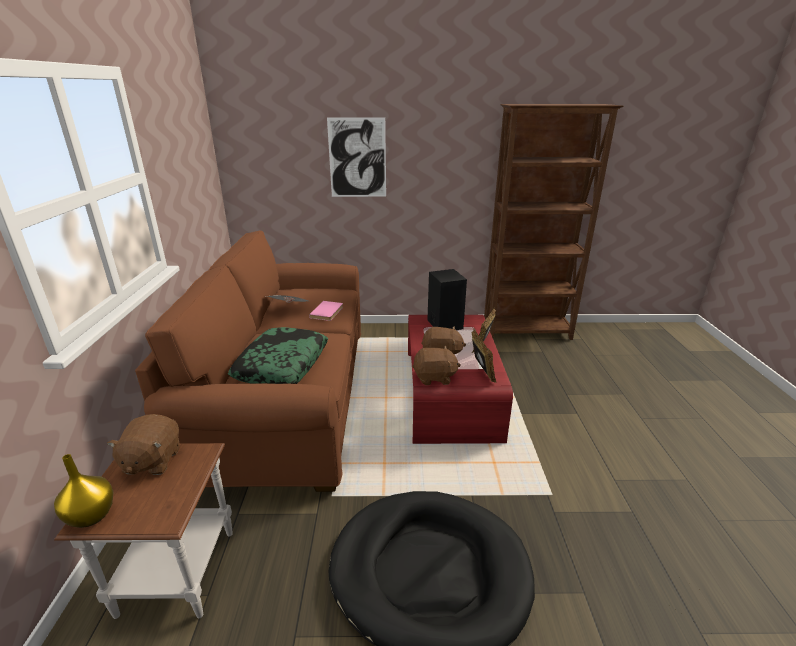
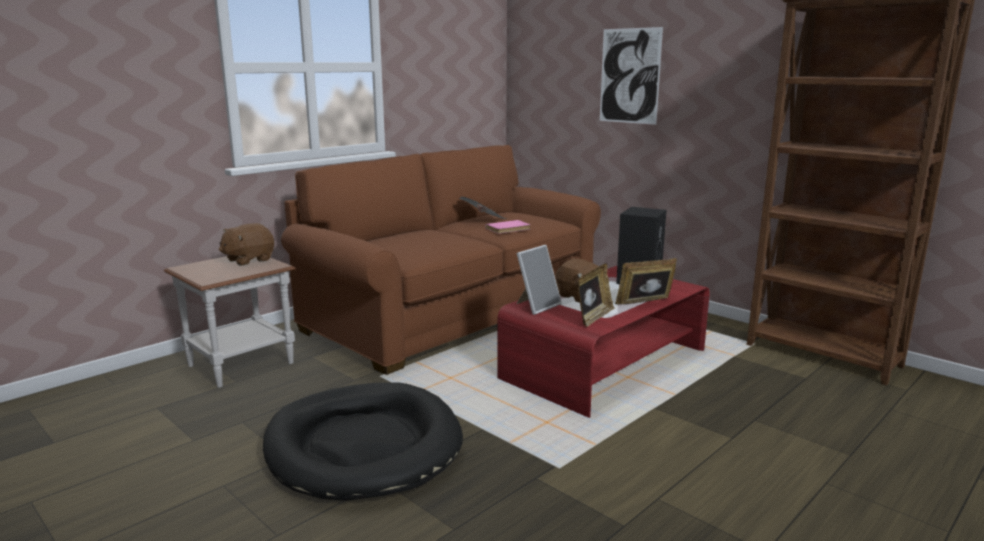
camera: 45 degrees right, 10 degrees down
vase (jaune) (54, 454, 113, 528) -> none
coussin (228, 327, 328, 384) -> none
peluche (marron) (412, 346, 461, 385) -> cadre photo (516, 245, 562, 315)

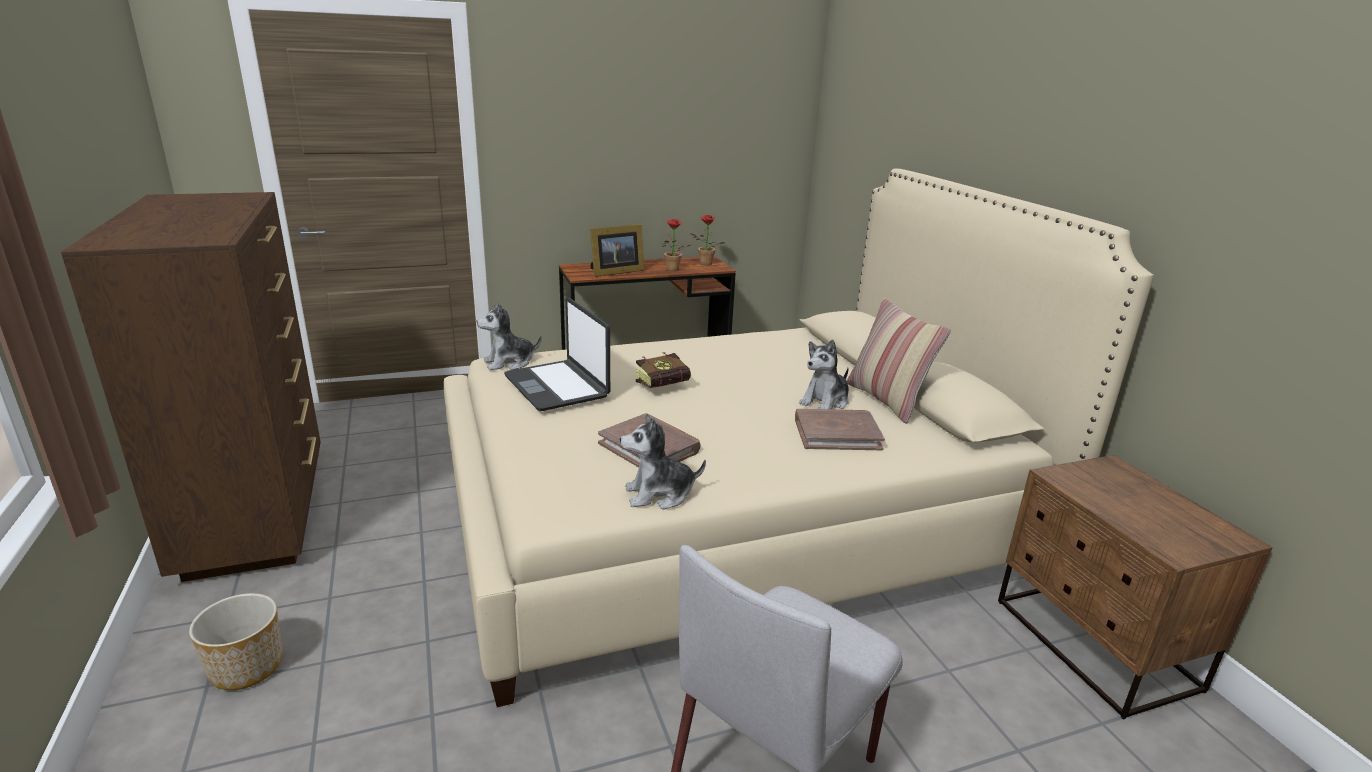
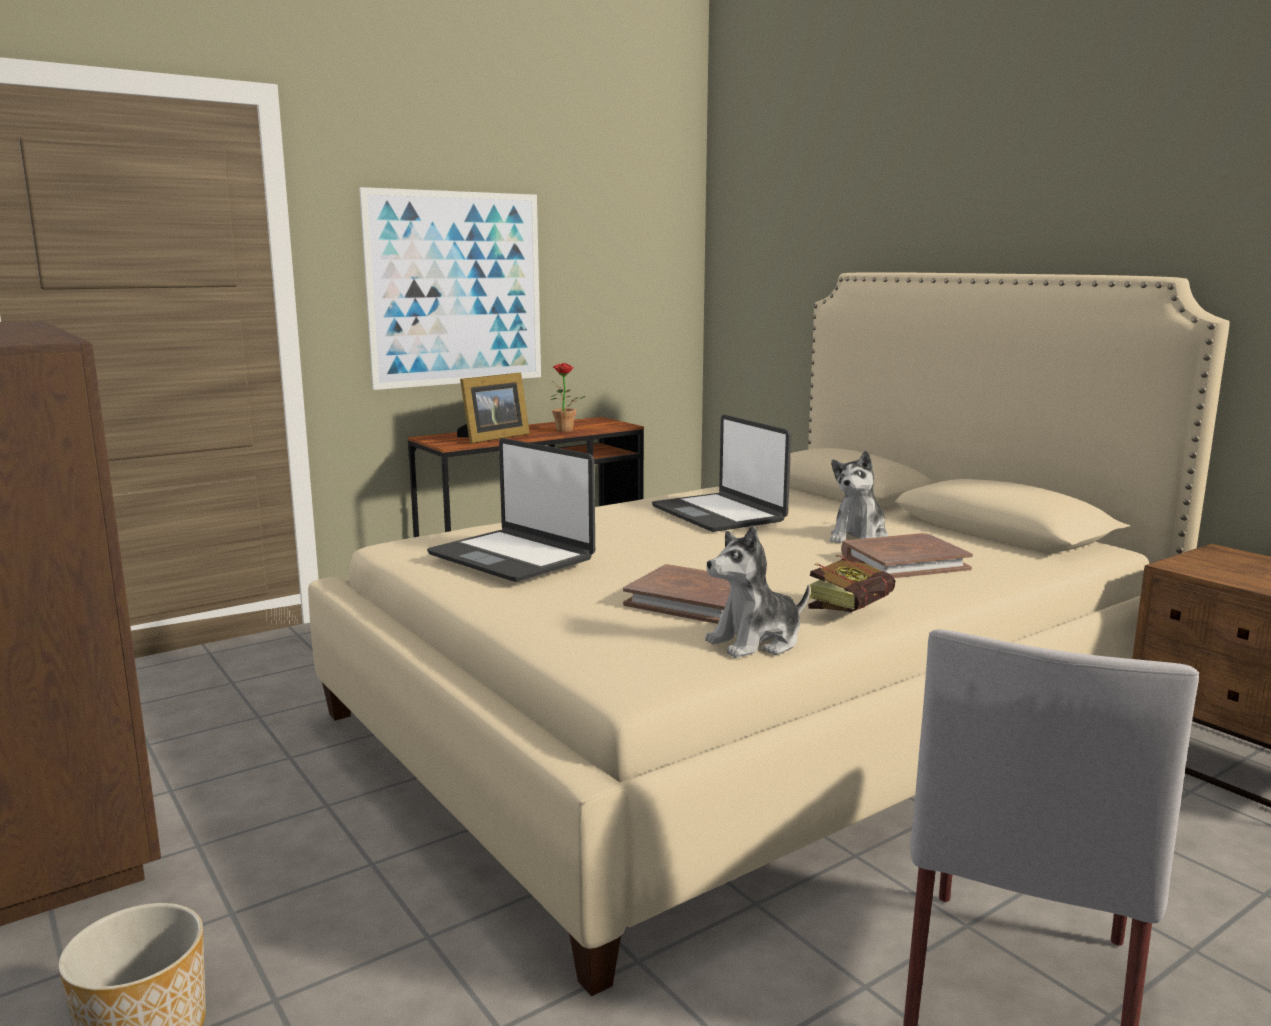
camera: 15 degrees left, 10 degrees down
peluche (477, 303, 542, 370) -> none
plante en pot (690, 215, 725, 266) -> none
coussin (846, 298, 951, 424) -> none
none -> tableau (359, 187, 541, 390)
none -> ordinateur portable (652, 415, 791, 532)
livre (636, 352, 691, 388) -> livre (808, 555, 895, 612), shifted

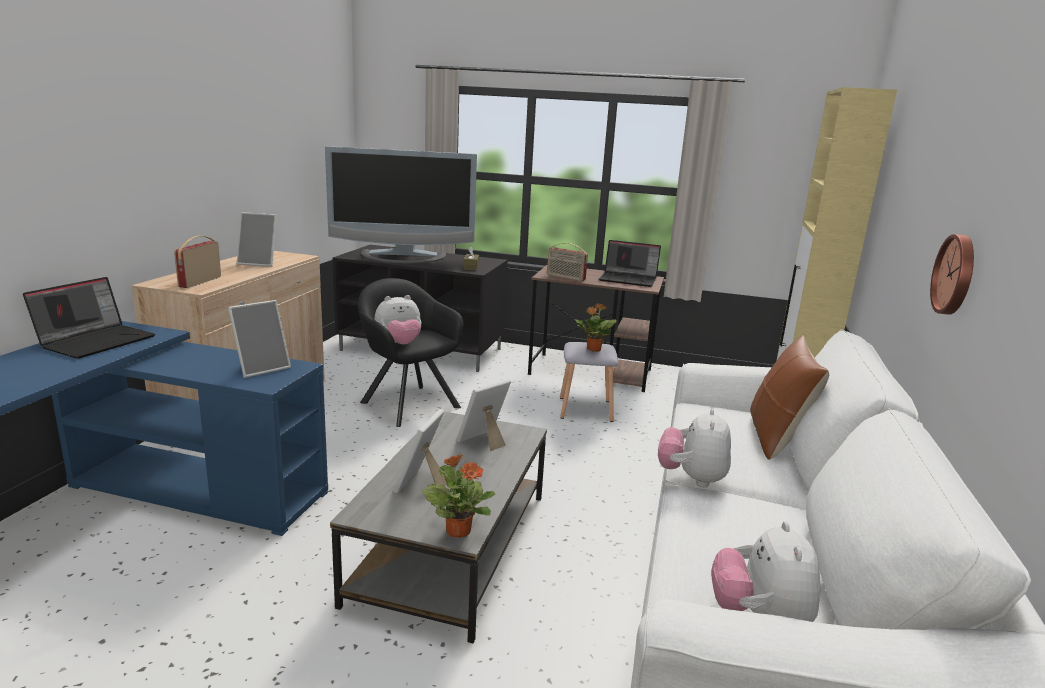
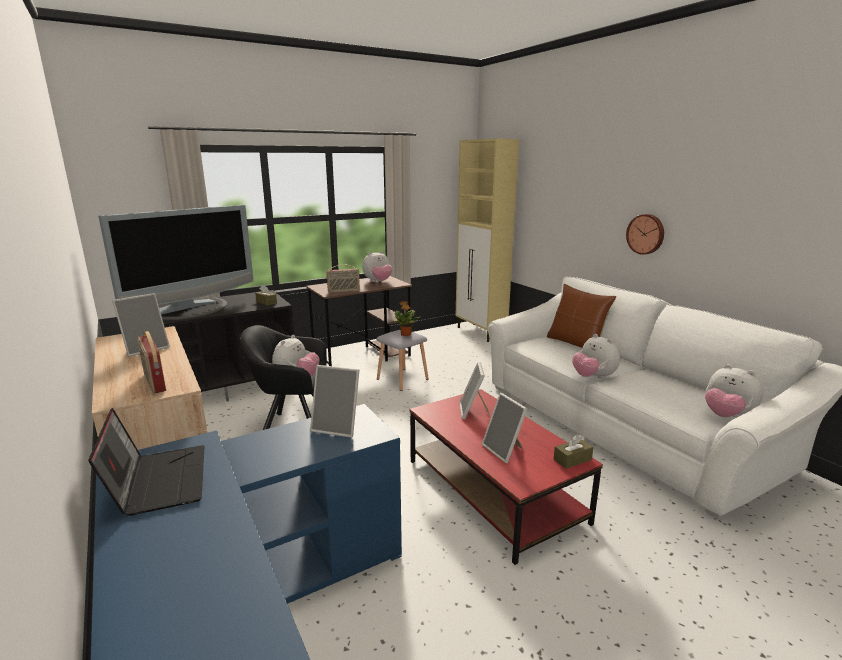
camera: 45 degrees left, 0 degrees up
plante en pot (422, 454, 495, 537) -> boîte à mouchoirs (marron) (553, 435, 593, 469)
ordinateur portable (599, 240, 661, 287) -> peluche (362, 251, 392, 282)
table basse (gris) (330, 412, 547, 643) -> table basse (rouge) (410, 389, 603, 565)
cadre photo (228, 300, 291, 378) -> cadre photo (310, 365, 359, 438), 105 degrees clockwise

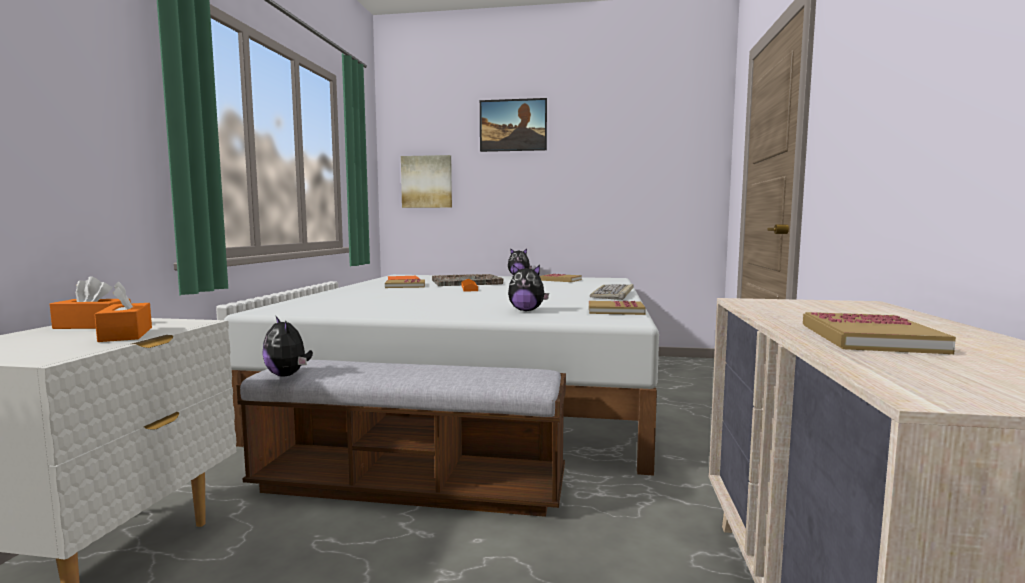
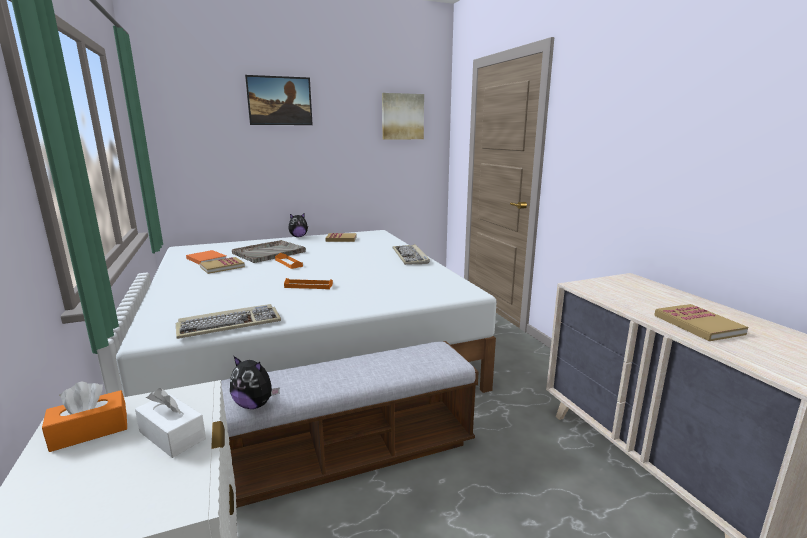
camera: 30 degrees left, 10 degrees up
peluche (508, 265, 549, 311) -> none
livre (589, 301, 646, 315) -> none
none -> clavier (176, 304, 281, 339)
none -> plateau (orange) (284, 278, 333, 289)
tableau (401, 155, 452, 208) -> tableau (382, 93, 424, 140), shifted
boîte à mouchoirs (orange) (94, 281, 152, 342) -> boîte à mouchoirs (blanc) (135, 388, 206, 458)

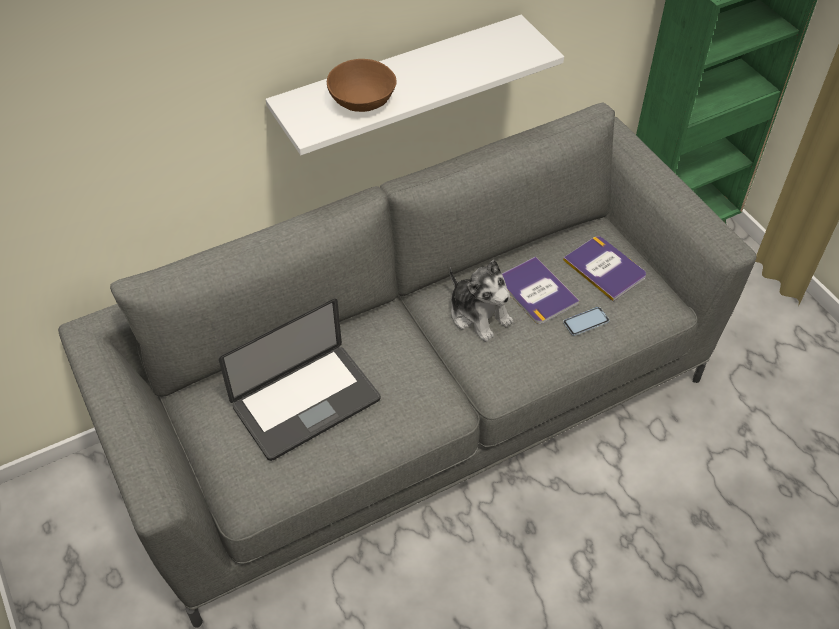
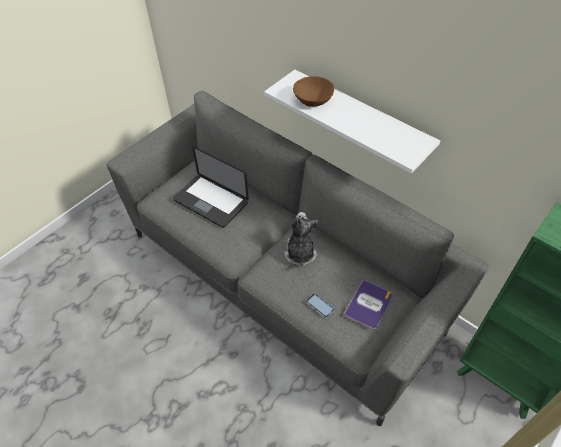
camera: 70 degrees right, 0 degrees up
livre (502, 256, 579, 324) -> none
peluche (449, 260, 513, 342) -> peluche (284, 212, 318, 267), 150 degrees clockwise

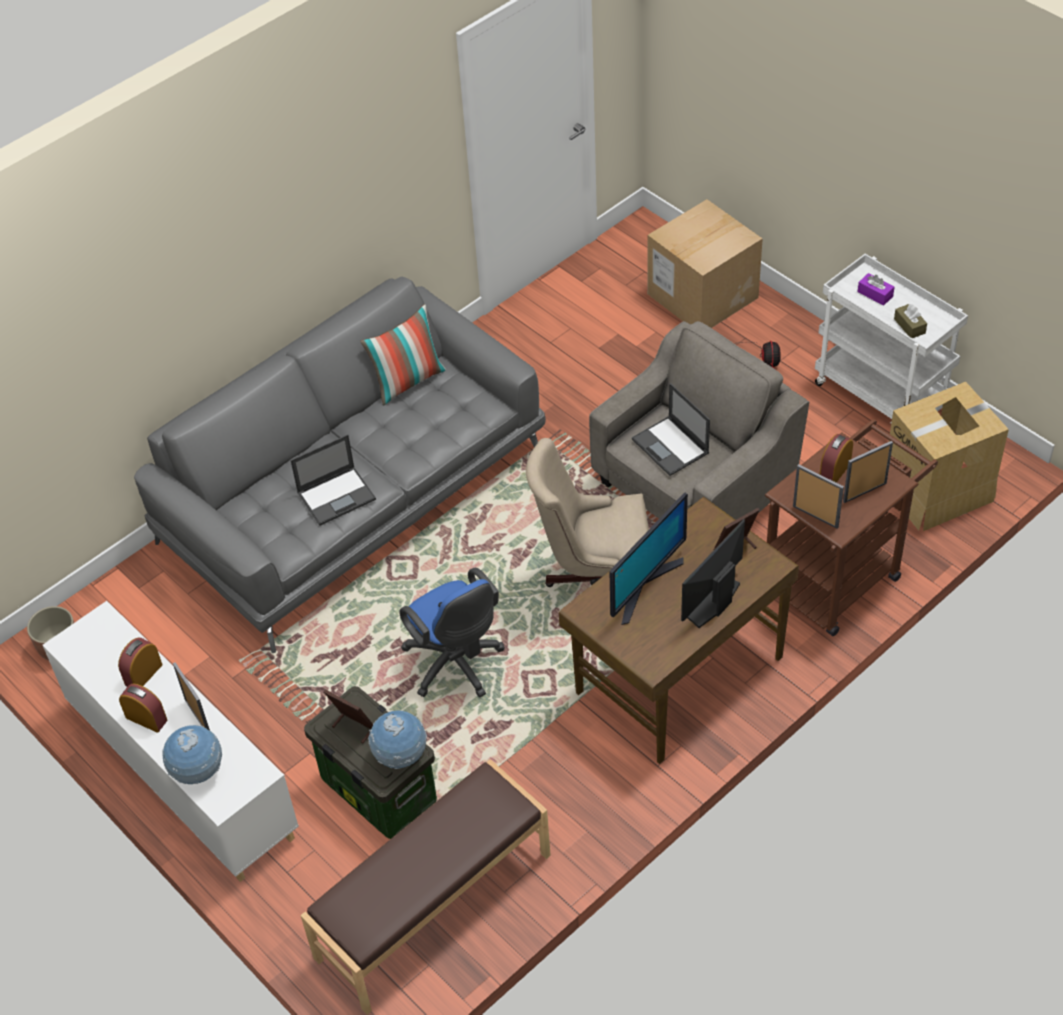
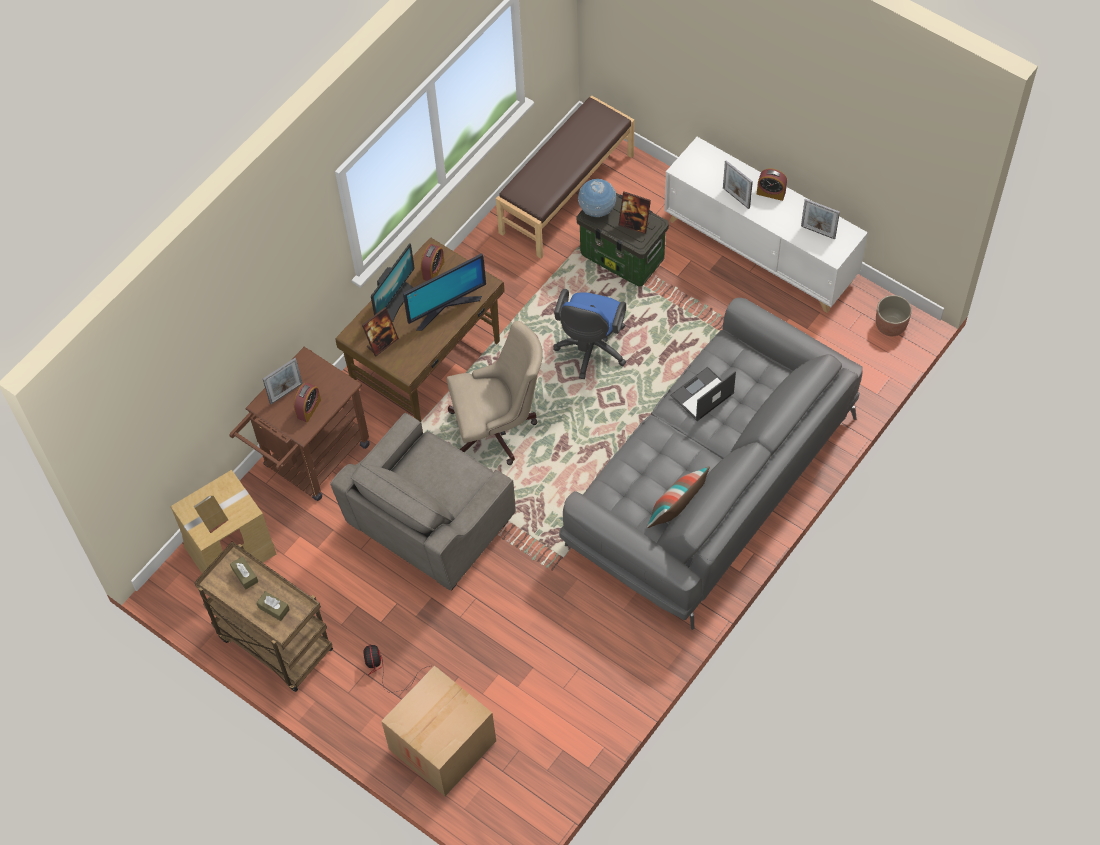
camera: 170 degrees right, 10 degrees up
globe (162, 725, 222, 784) -> none
ordinateur portable (632, 383, 710, 476) -> none
réveil (118, 638, 163, 687) -> réveil (421, 244, 445, 281), shifted
cadre photo (793, 464, 844, 529) -> cadre photo (801, 199, 840, 239), shifted
chariot (blanc) (815, 254, 968, 423) -> chariot (marron) (194, 541, 333, 692)
boîte à mouchoirs (violet) (858, 273, 895, 306) -> boîte à mouchoirs (marron) (256, 591, 290, 621)
chaise de bureau (bleu) (399, 568, 505, 698) -> chaise de bureau (bleu) (553, 289, 626, 379), 120 degrees counterclockwise
écran d'ordinateur (610, 492, 688, 625) -> écran d'ordinateur (403, 253, 486, 331), 150 degrees counterclockwise

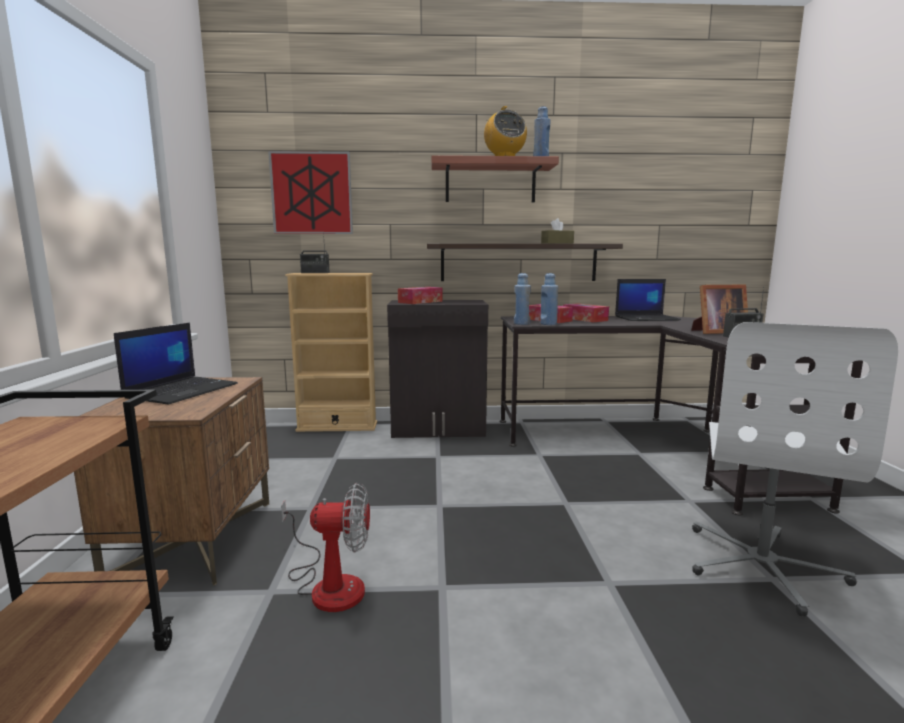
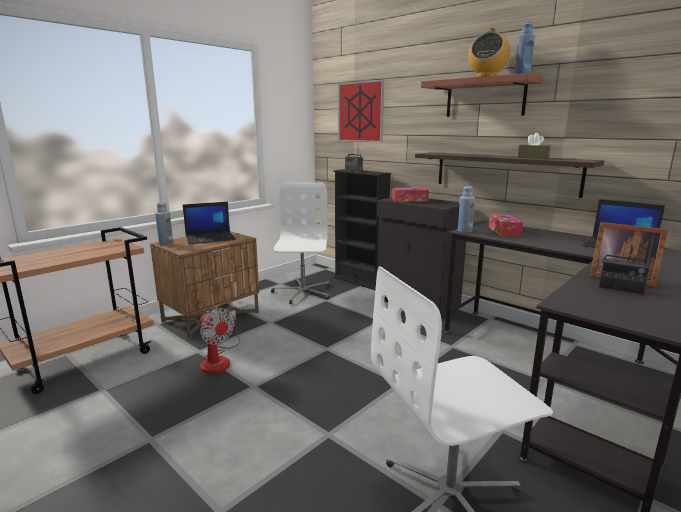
camera: 45 degrees right, 5 degrees up
boîte à mouchoirs (563, 303, 609, 322) -> none
none -> chaise de bureau (blanc) (271, 182, 330, 304)
bouteille (bleu) (540, 273, 558, 325) -> bouteille (bleu) (155, 202, 173, 245), shifted
bibliothèque (beige) (285, 273, 377, 432) -> bibliothèque (noir) (333, 169, 391, 290)

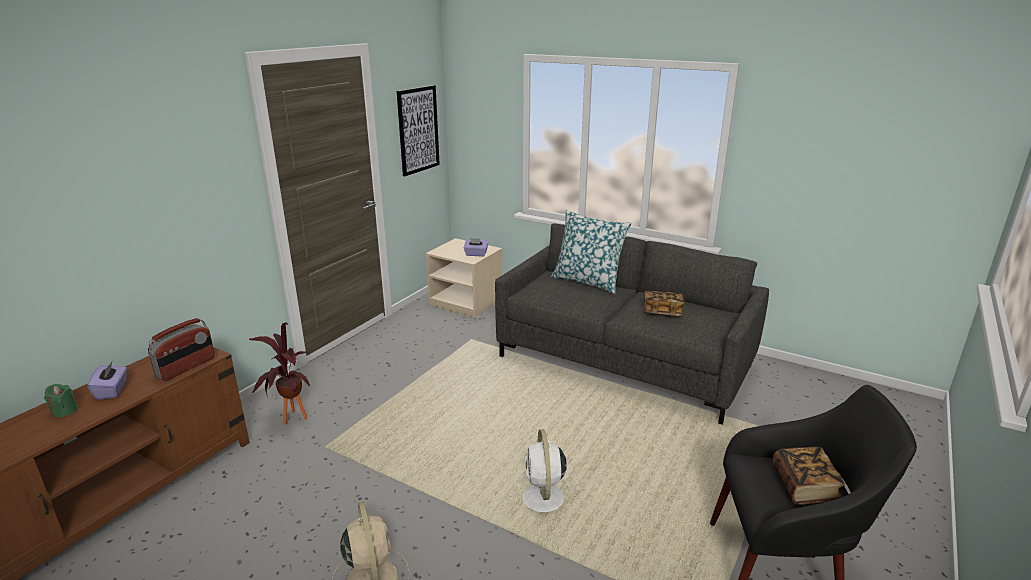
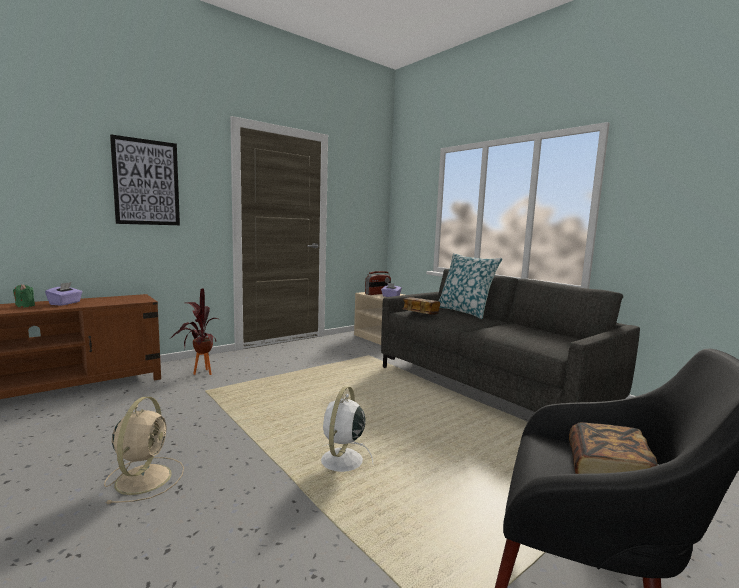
camera: 20 degrees right, 15 degrees down
radio (148, 318, 215, 381) -> radio (365, 271, 391, 295), shifted
tableau (397, 85, 440, 176) -> tableau (110, 134, 180, 225), shifted
livre (644, 290, 685, 316) -> livre (402, 297, 440, 315), shifted

